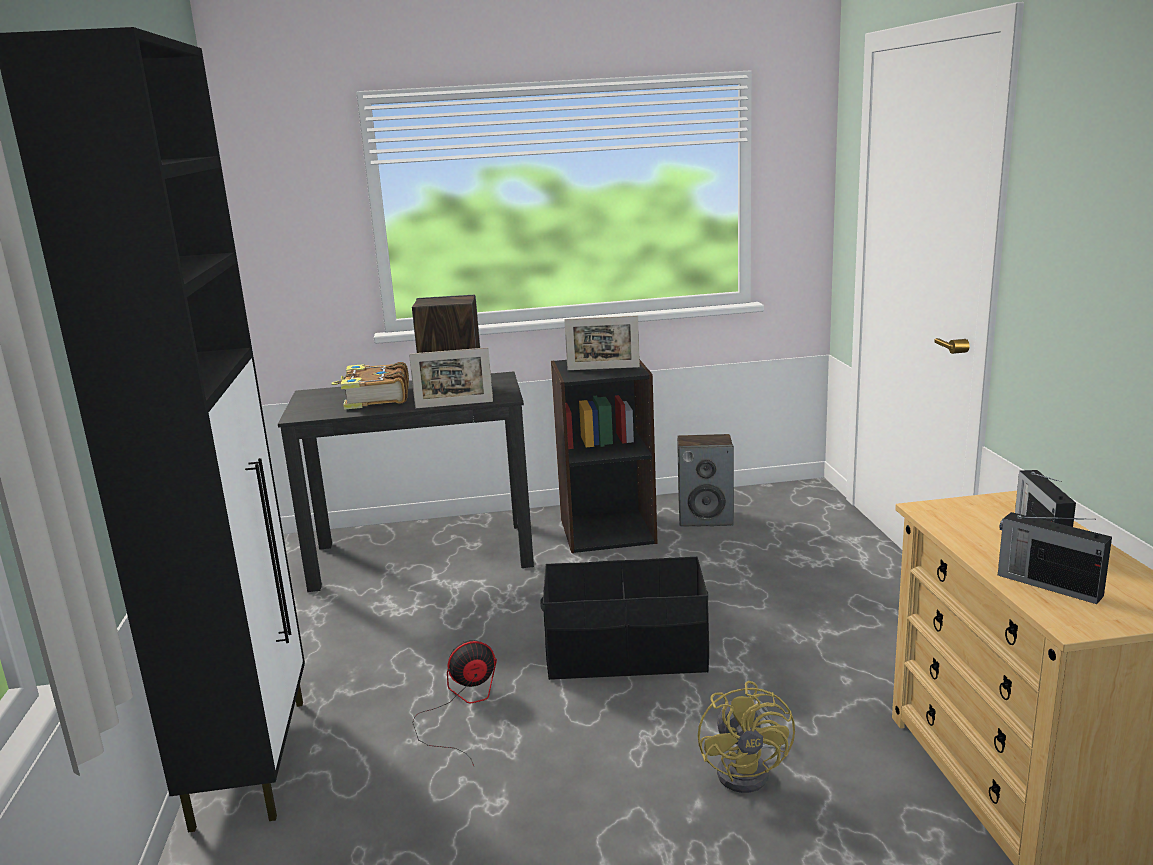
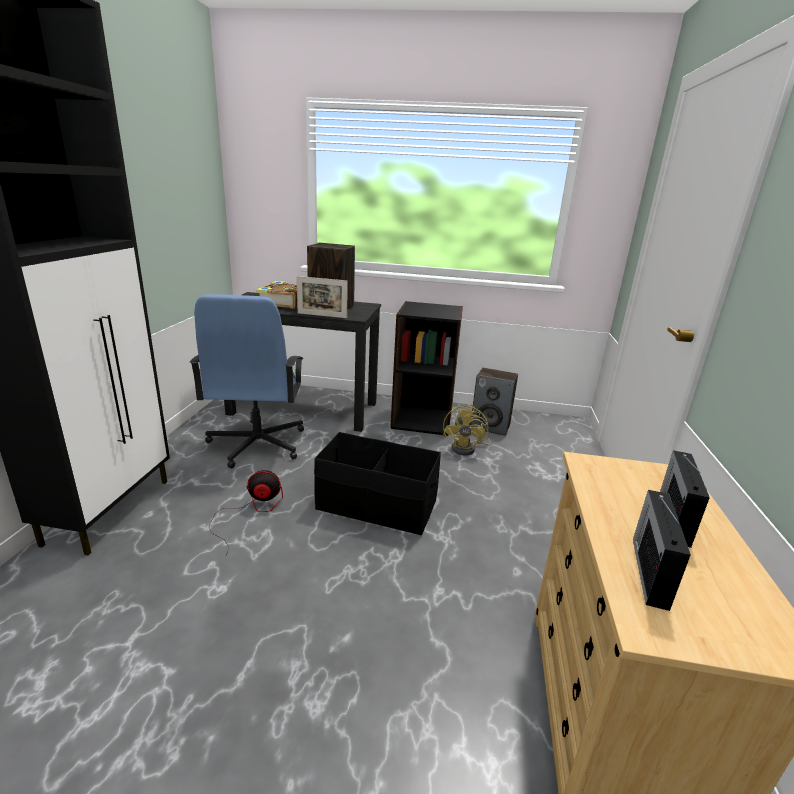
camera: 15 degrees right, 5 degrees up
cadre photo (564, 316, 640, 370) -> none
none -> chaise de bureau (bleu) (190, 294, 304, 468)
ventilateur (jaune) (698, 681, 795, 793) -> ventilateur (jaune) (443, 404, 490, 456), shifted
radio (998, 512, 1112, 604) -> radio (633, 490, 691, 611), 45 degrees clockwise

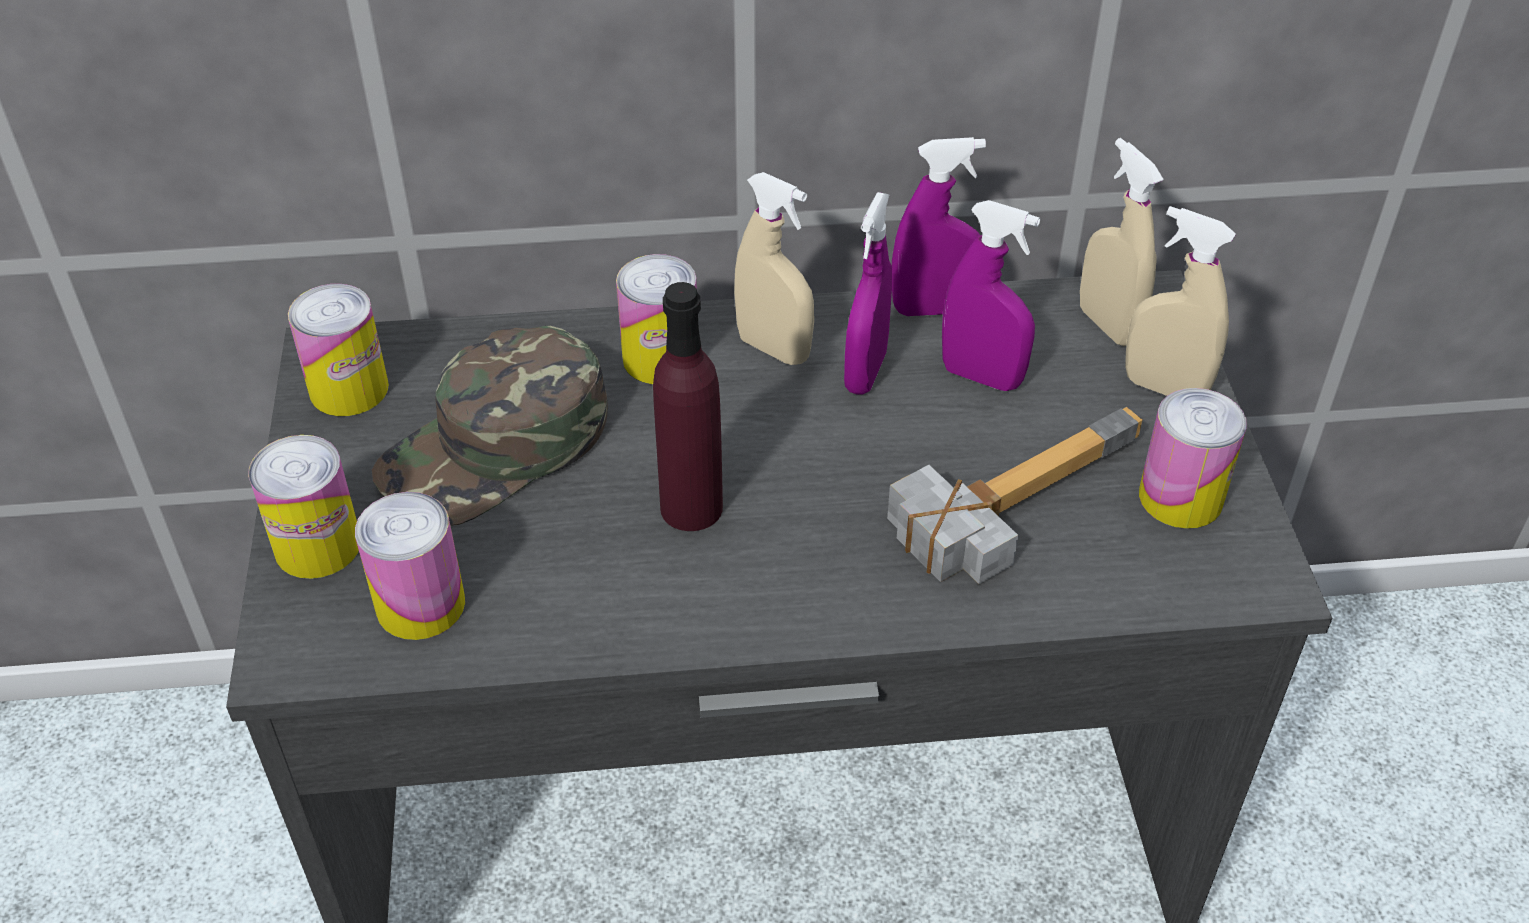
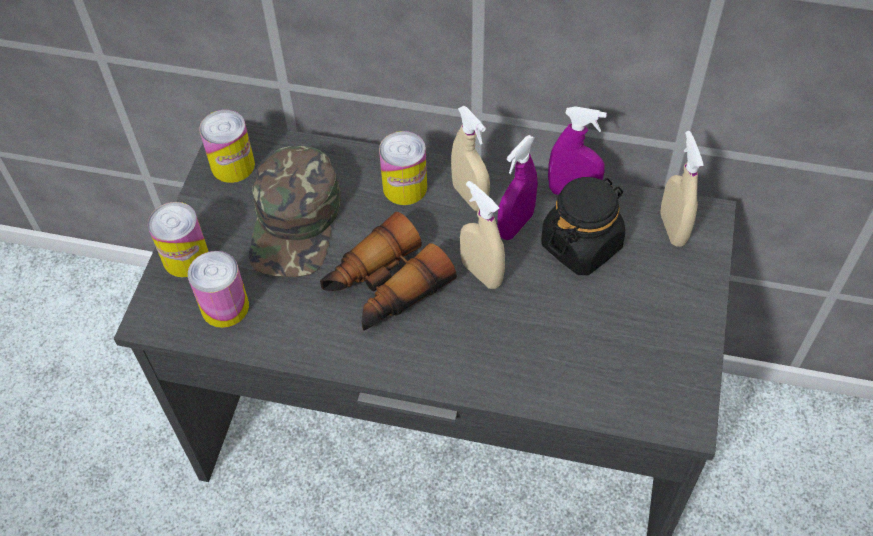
camera: 20 degrees right, 10 degrees up
marteau (887, 407, 1143, 584) -> none
boîte métallique (1139, 388, 1247, 529) -> none
vaporisateur (beige) (1125, 206, 1236, 396) -> vaporisateur (beige) (460, 181, 505, 289), shifted
bouteille (violet) (653, 282, 723, 531) -> jumelles (320, 212, 457, 331)
vaporisateur (violet) (942, 200, 1040, 391) -> bocal (noir) (541, 177, 625, 275)
casquette (vert) (372, 325, 608, 526) -> casquette (vert) (249, 146, 341, 277), 60 degrees counterclockwise

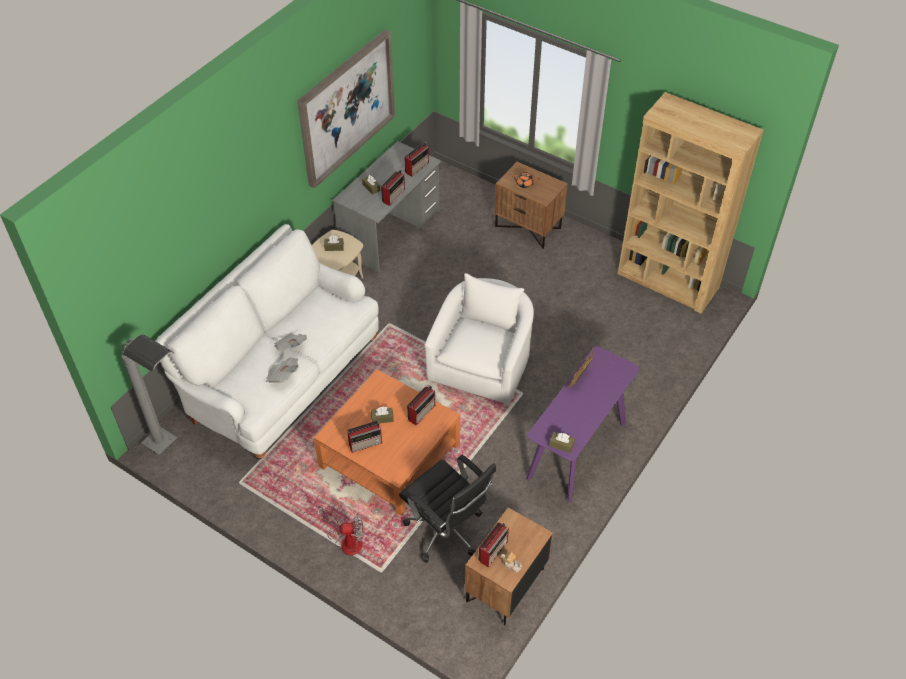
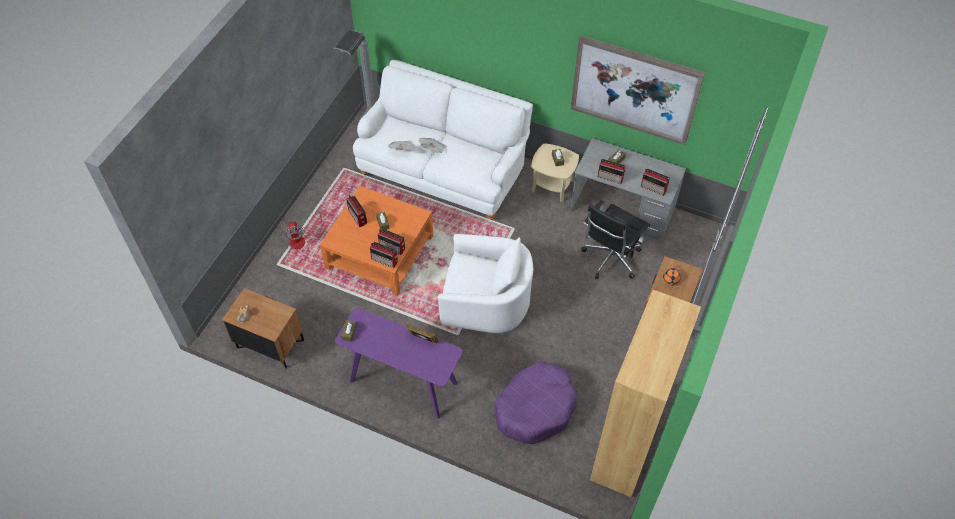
camera: 80 degrees right, 5 degrees up
none -> panier pour chien (violet) (494, 361, 577, 444)
chaise de bureau (noir) (399, 455, 496, 563) -> chaise de bureau (noir) (581, 200, 650, 279), shifted
radio (478, 523, 509, 567) -> radio (370, 242, 398, 268), shifted

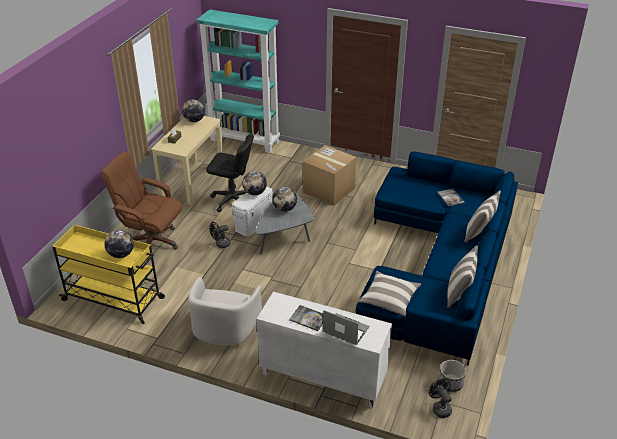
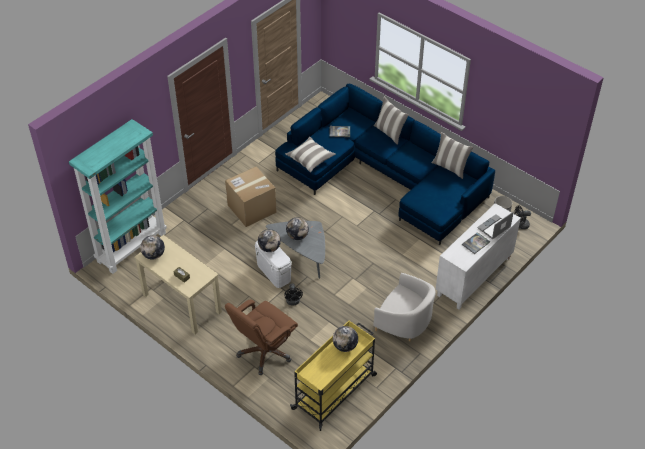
camera: 70 degrees left, 10 degrees up
chaise de bureau (noir) (207, 134, 254, 212) -> none
coussin (358, 271, 421, 316) -> coussin (285, 137, 336, 172), shifted

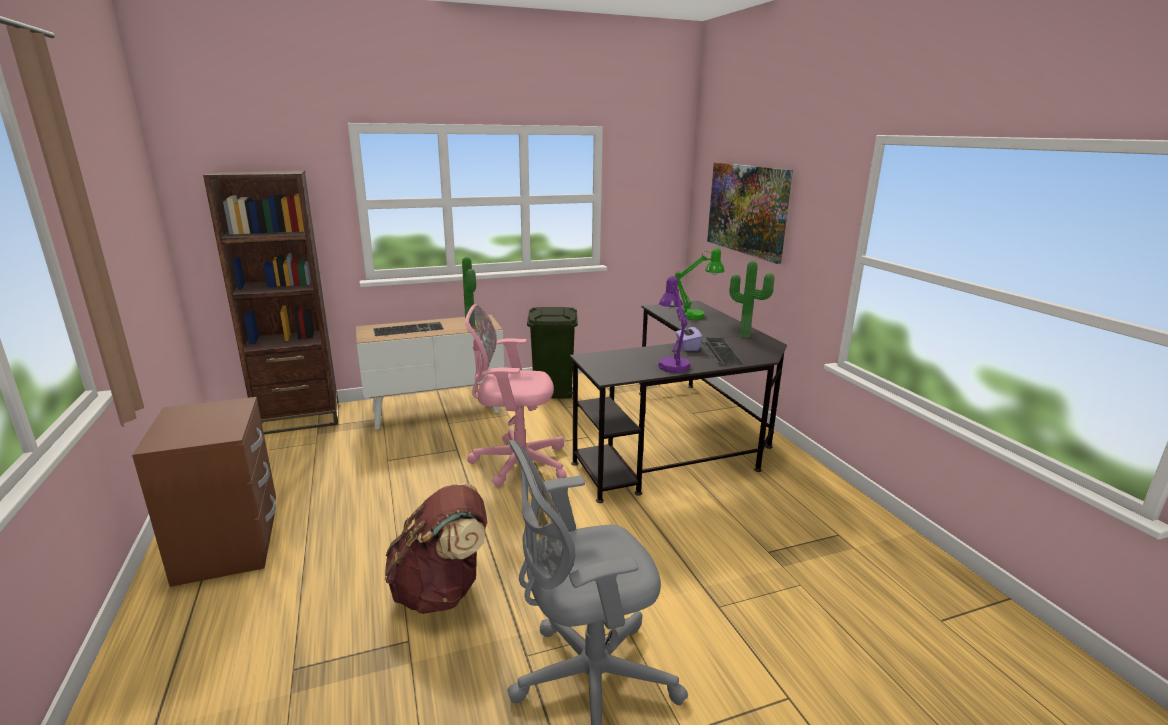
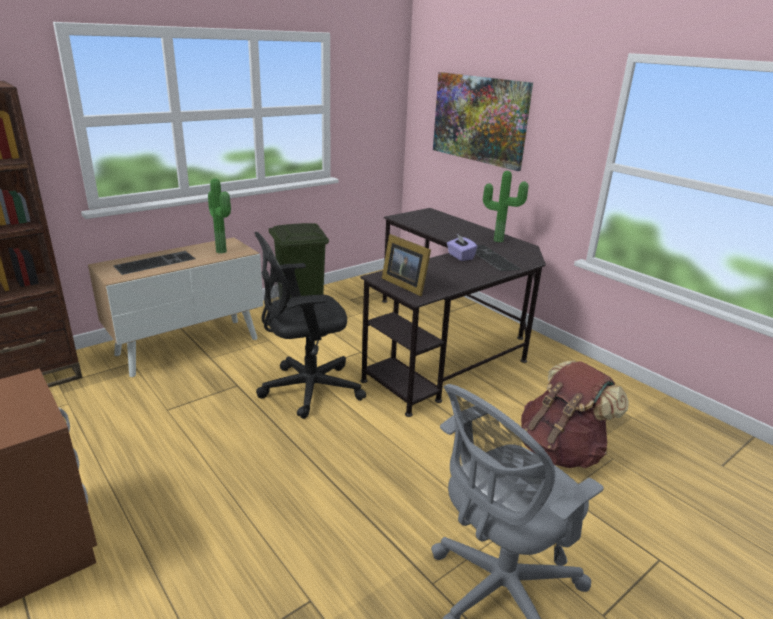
camera: 20 degrees left, 5 degrees up
lampe de table (violet) (658, 276, 690, 373) -> none
lampe de table (vert) (675, 248, 725, 320) -> none
none -> cadre photo (382, 234, 431, 296)
sac à dos (marron) (385, 483, 487, 614) -> sac à dos (marron) (521, 360, 629, 468), shifted
chaise de bureau (rose) (465, 304, 567, 487) -> chaise de bureau (noir) (254, 232, 366, 419)

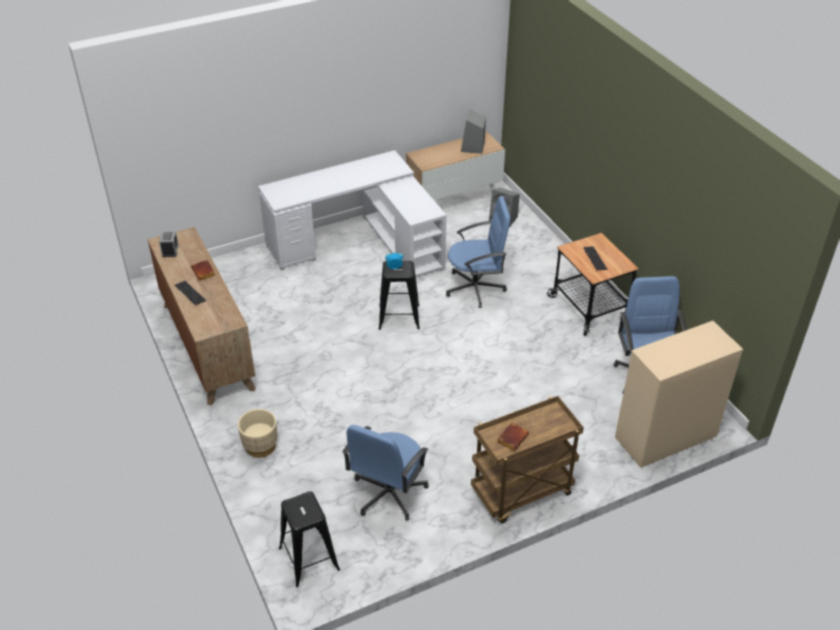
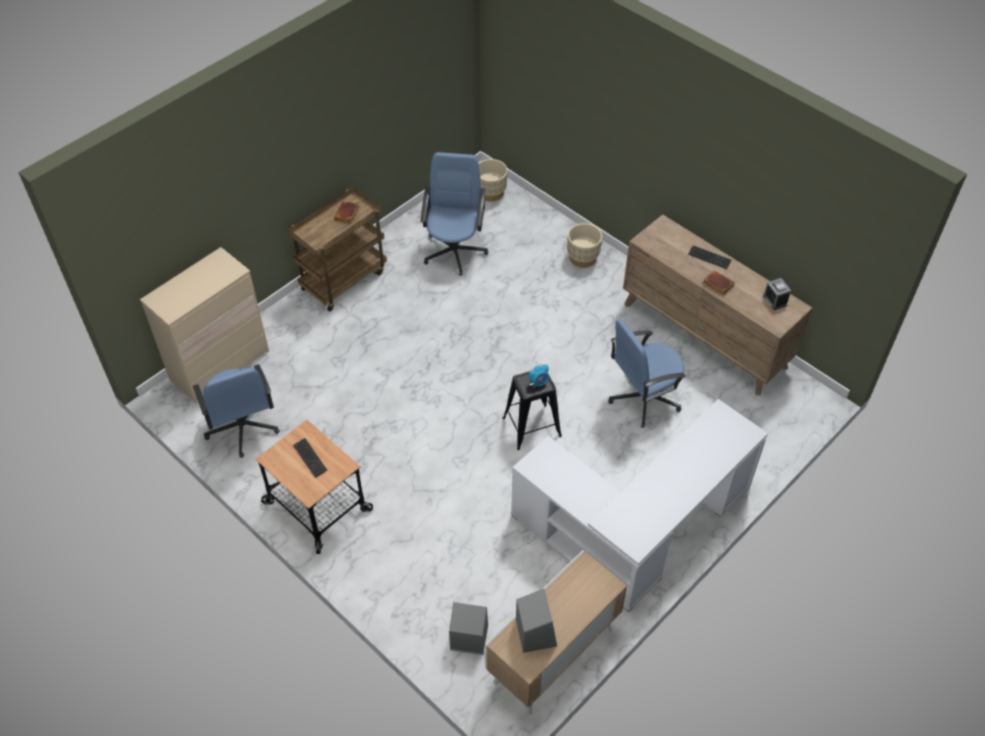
camera: 160 degrees right, 10 degrees up
chaise de bureau (bleu) (446, 196, 510, 308) -> chaise de bureau (bleu) (608, 319, 686, 428), shifted
tabouret (noir) (279, 491, 340, 587) -> cache-pot (beige) (479, 159, 507, 202)

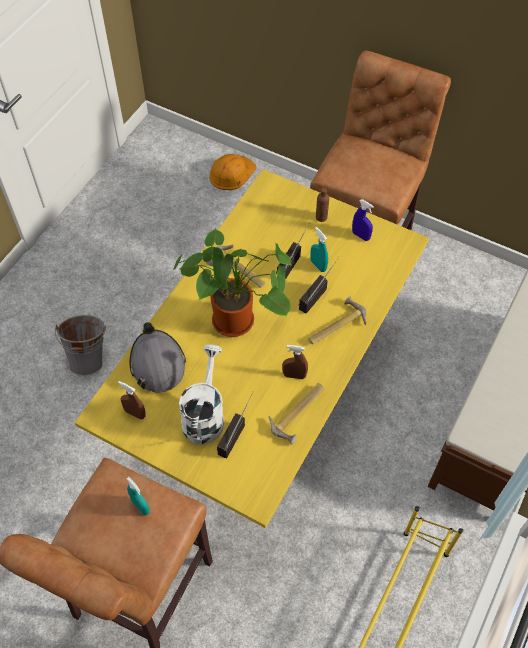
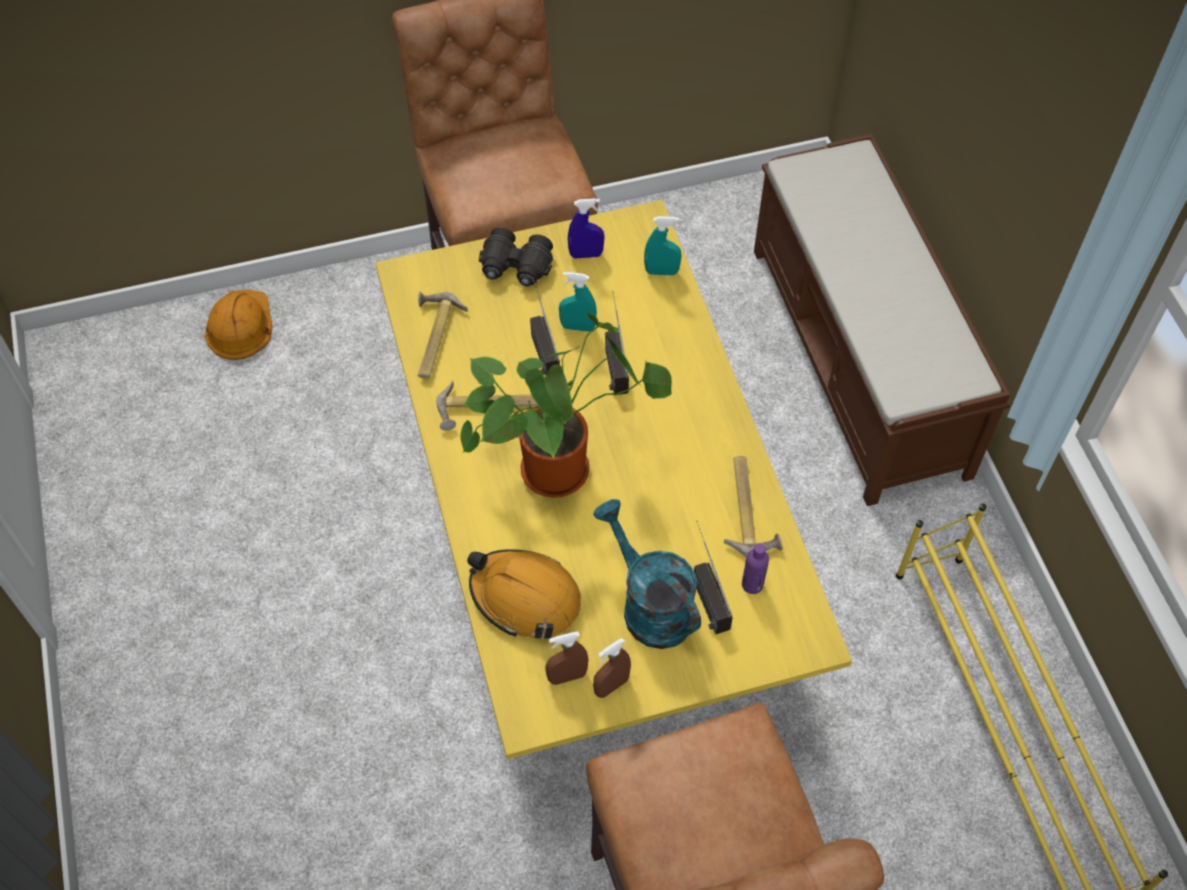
camera: 45 degrees left, 0 degrees up
seau (gris) (55, 315, 106, 376) -> none
none -> bouteille (violet) (742, 544, 769, 594)
vaporisateur (turquoise) (126, 477, 150, 516) -> vaporisateur (turquoise) (644, 216, 682, 276), shifted
vaporisateur (marron) (282, 345, 308, 379) -> vaporisateur (marron) (593, 638, 631, 698), shifted
marteau (308, 296, 366, 344) -> marteau (418, 291, 468, 379), shifted
bouteille (marron) (316, 188, 329, 222) -> jumelles (noir) (479, 227, 553, 287)
casque de chantier (gris) (130, 322, 186, 392) -> casque de chantier (orange) (467, 549, 581, 639)
arrosoir (blanc) (179, 344, 224, 445) -> arrosoir (turquoise) (593, 499, 701, 649)

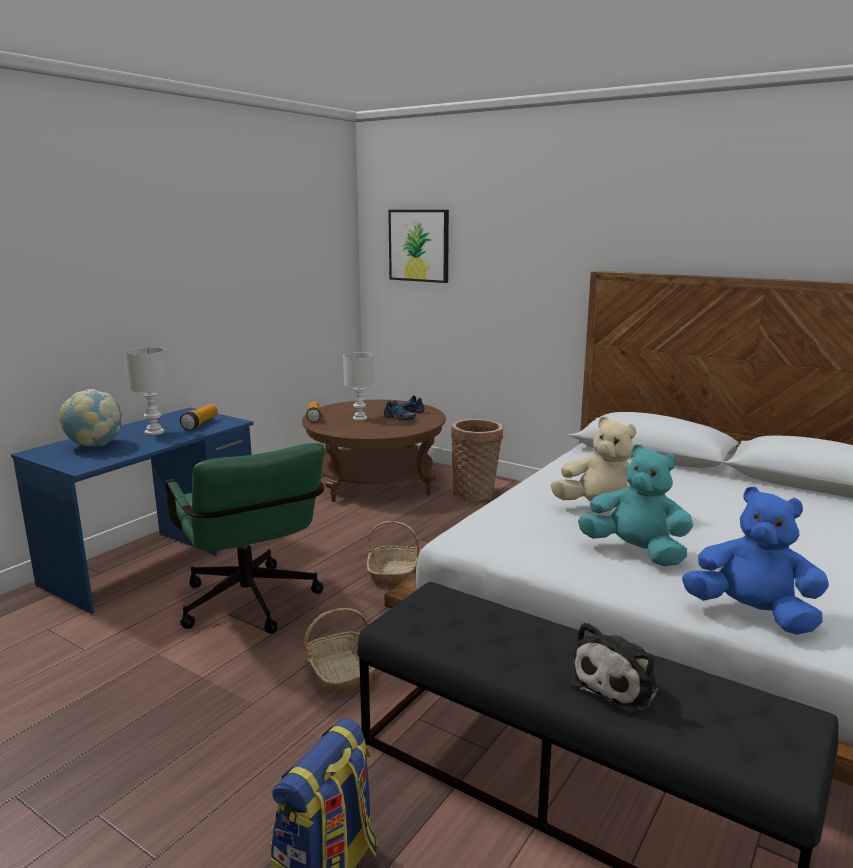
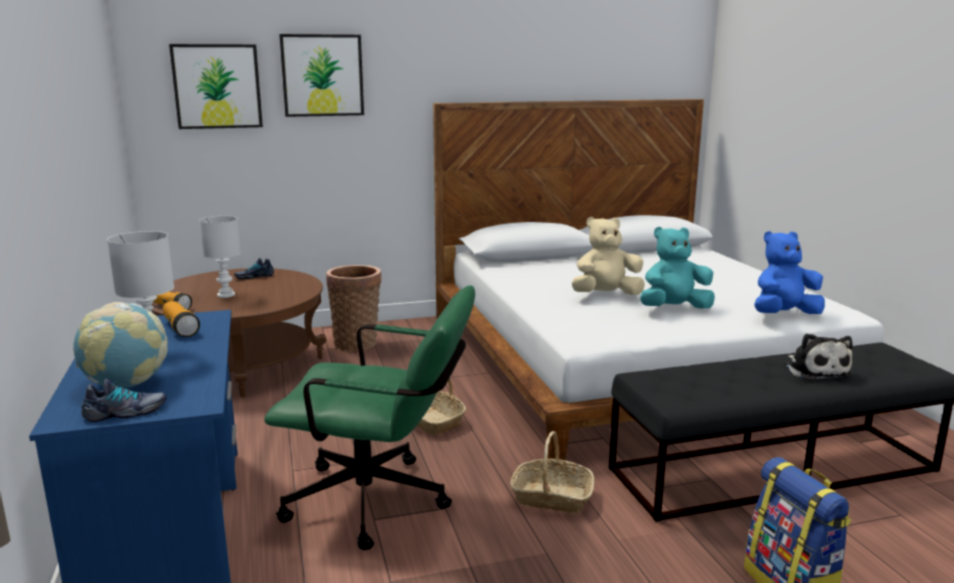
camera: 50 degrees left, 0 degrees up
none -> tableau (279, 34, 364, 117)
chaussure (384, 400, 416, 420) -> chaussure (81, 379, 166, 422), shifted

